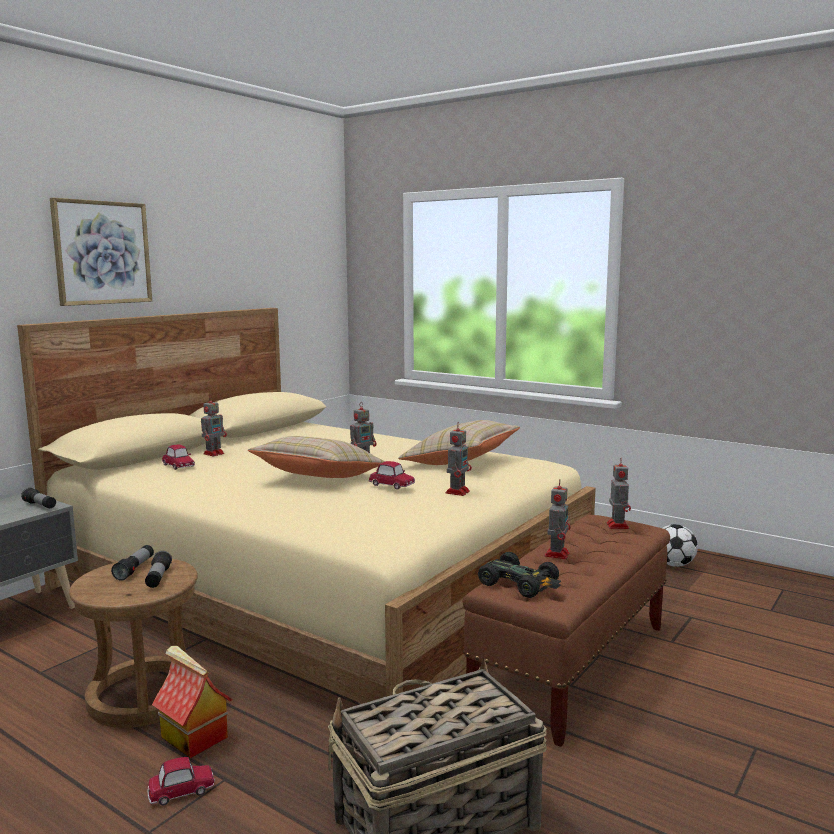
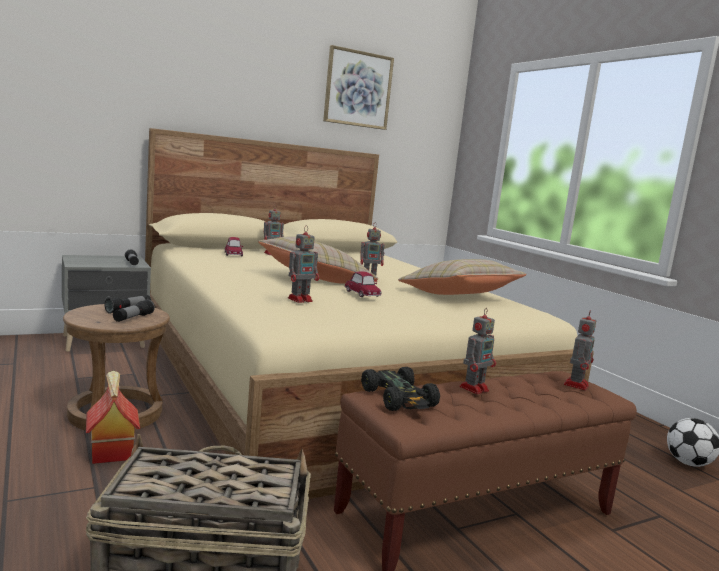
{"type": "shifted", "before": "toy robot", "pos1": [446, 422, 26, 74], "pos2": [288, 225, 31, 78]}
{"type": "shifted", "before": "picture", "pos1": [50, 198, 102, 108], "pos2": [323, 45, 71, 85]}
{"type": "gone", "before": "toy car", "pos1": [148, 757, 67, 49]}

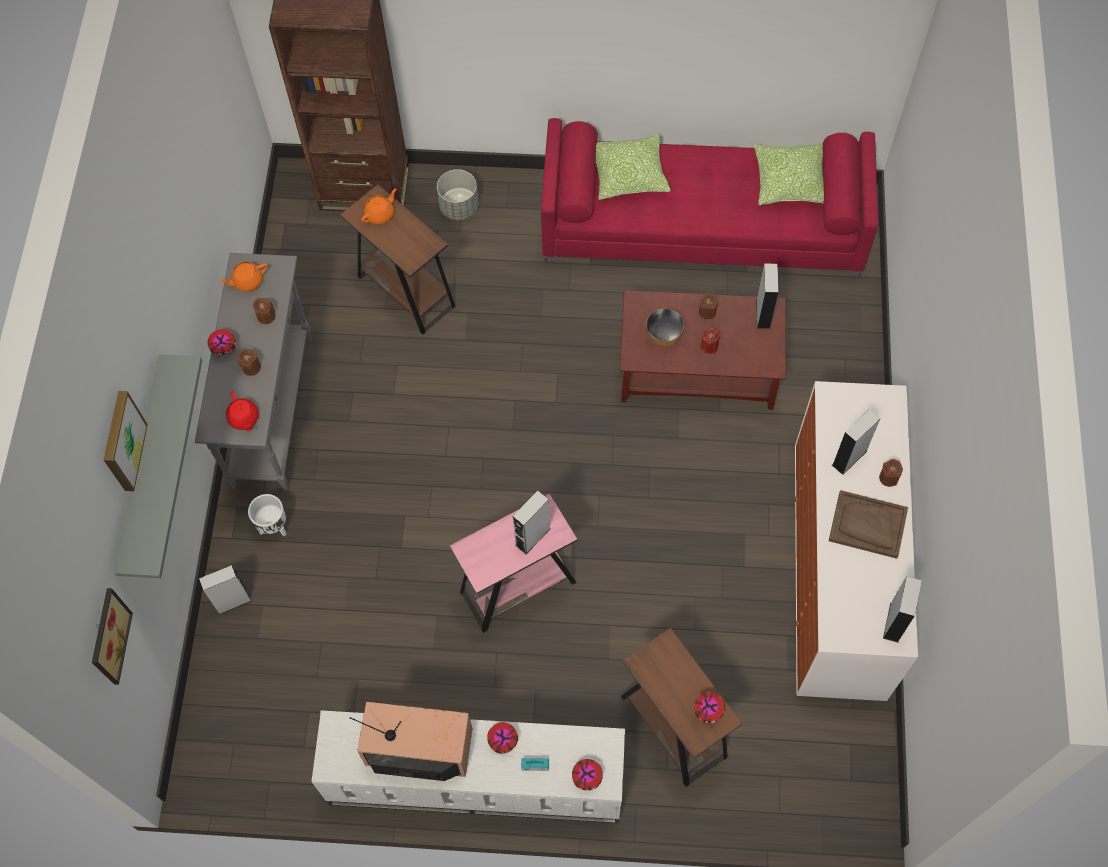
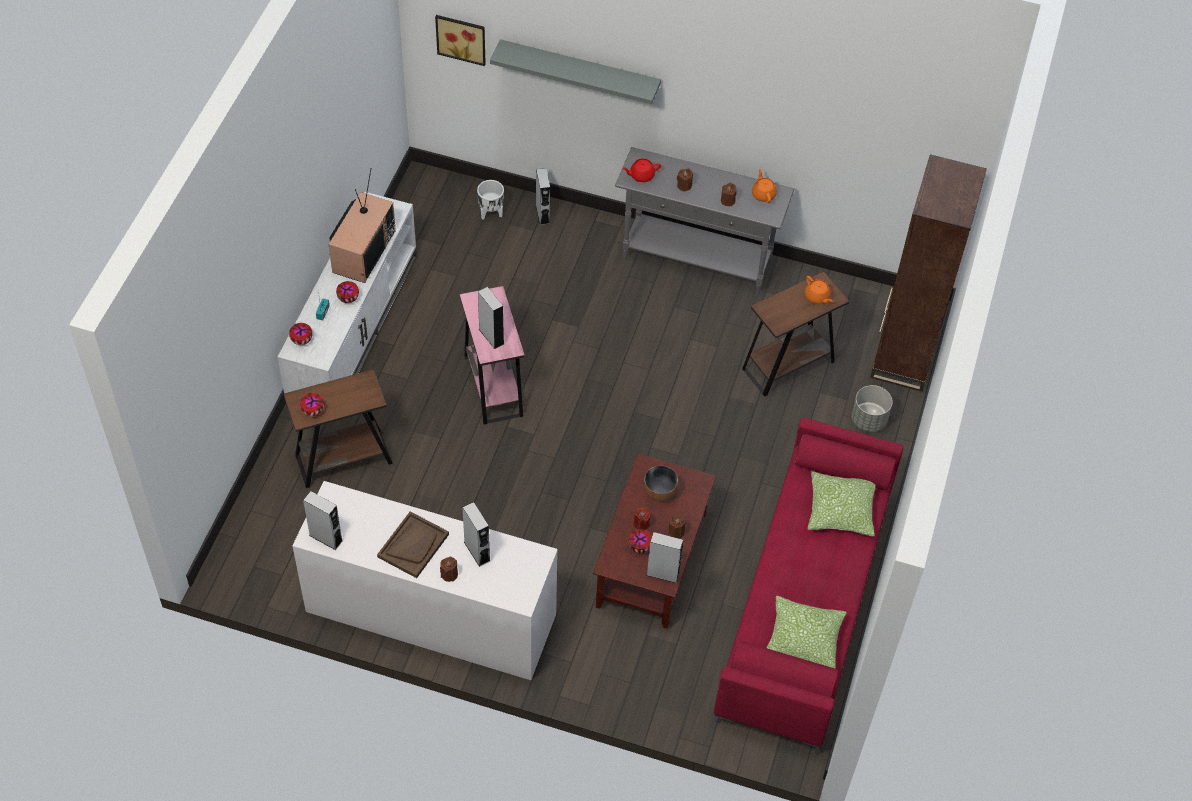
{"type": "shifted", "before": "white planter", "pos1": [248, 494, 38, 42], "pos2": [477, 180, 27, 40]}
{"type": "shifted", "before": "bowl", "pos1": [208, 329, 28, 28], "pos2": [628, 529, 24, 24]}
{"type": "gone", "before": "picture", "pos1": [104, 391, 44, 100]}

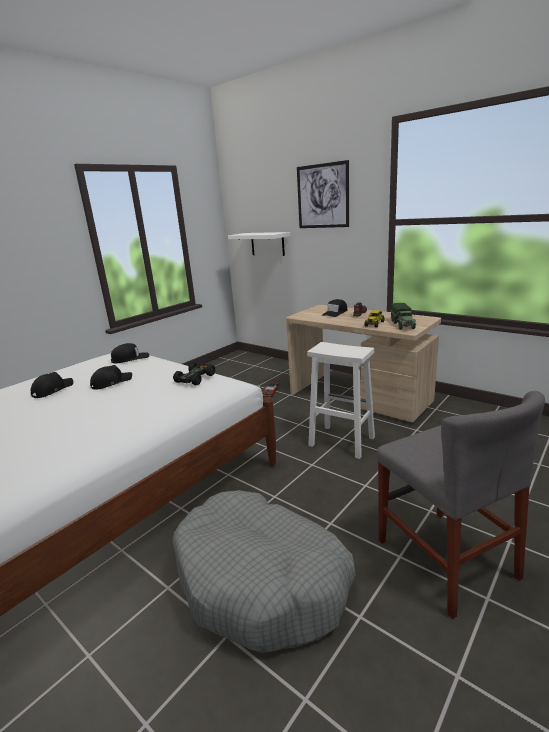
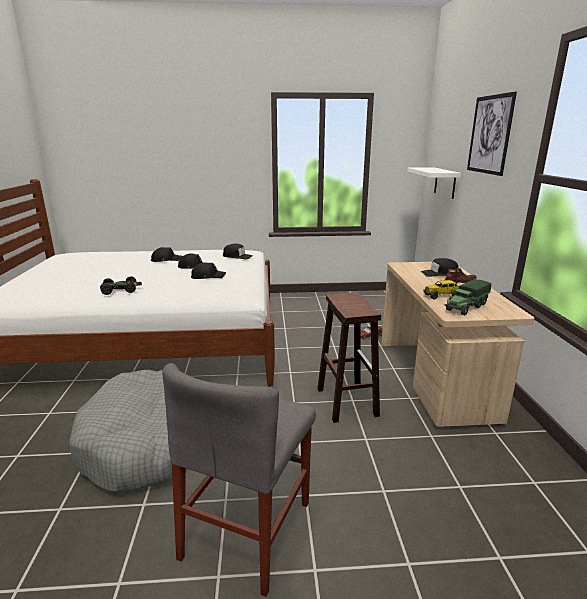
{"type": "shifted", "before": "black toy car", "pos1": [173, 363, 42, 22], "pos2": [100, 276, 42, 19]}
{"type": "new", "after": "black cap", "pos2": [191, 262, 35, 17]}
{"type": "repainted", "before": "white stool", "after": "brown stool", "pos1": [307, 342, 68, 117], "pos2": [317, 292, 64, 131]}

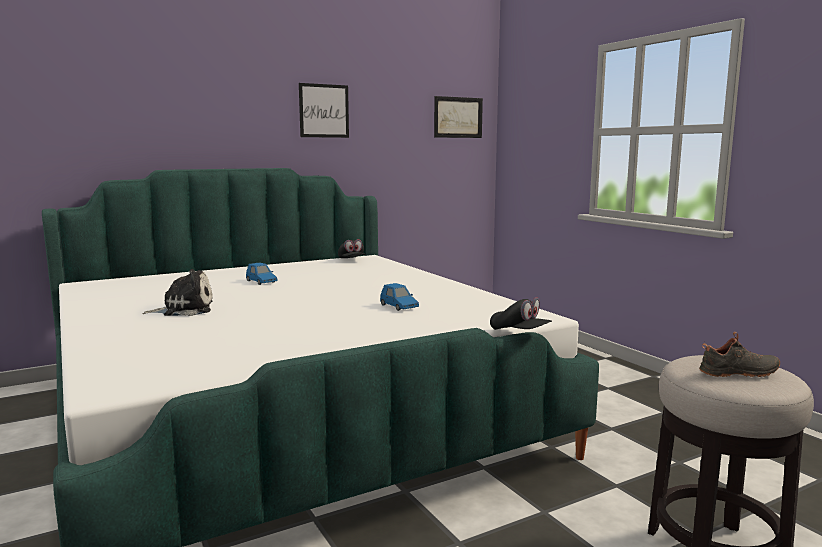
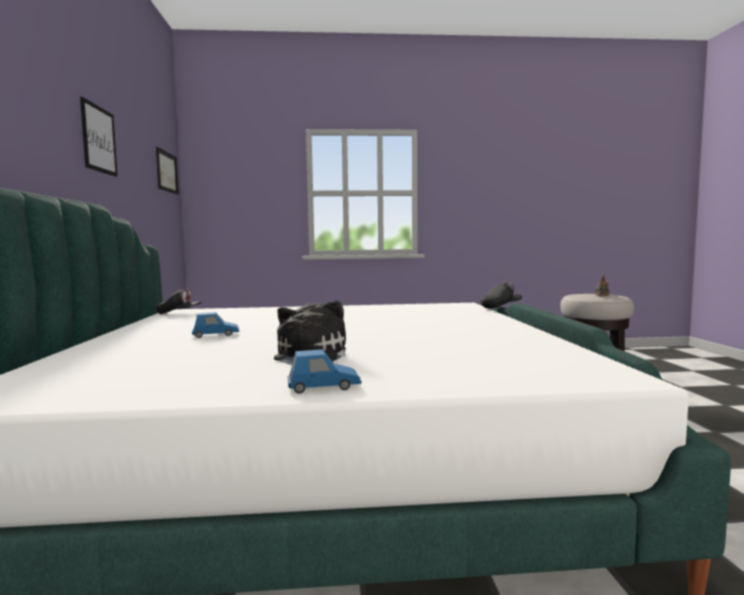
{"type": "shifted", "before": "blue toy car", "pos1": [380, 283, 39, 28], "pos2": [288, 349, 74, 45]}

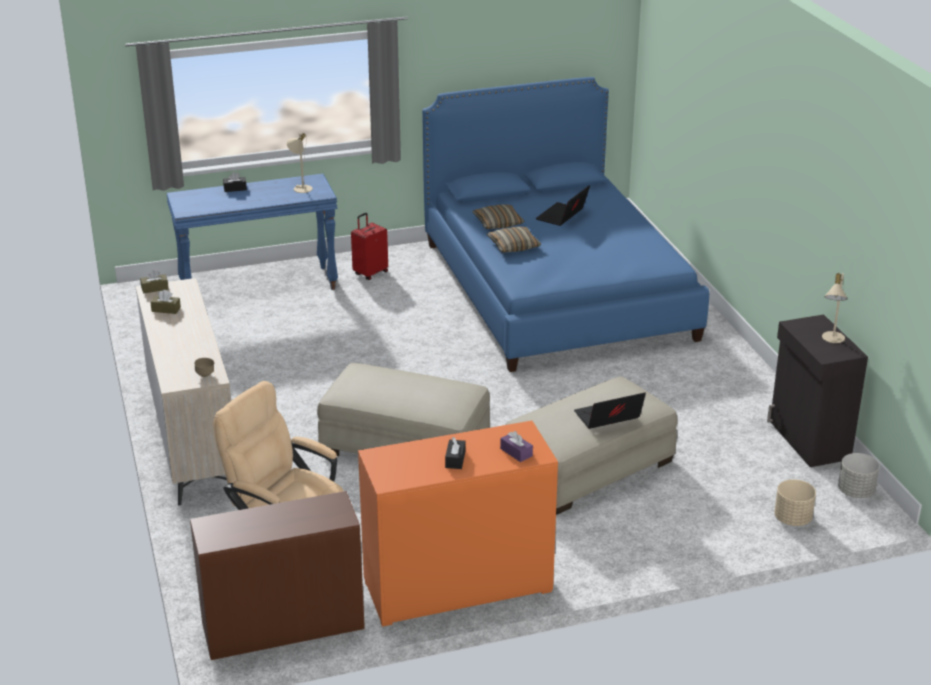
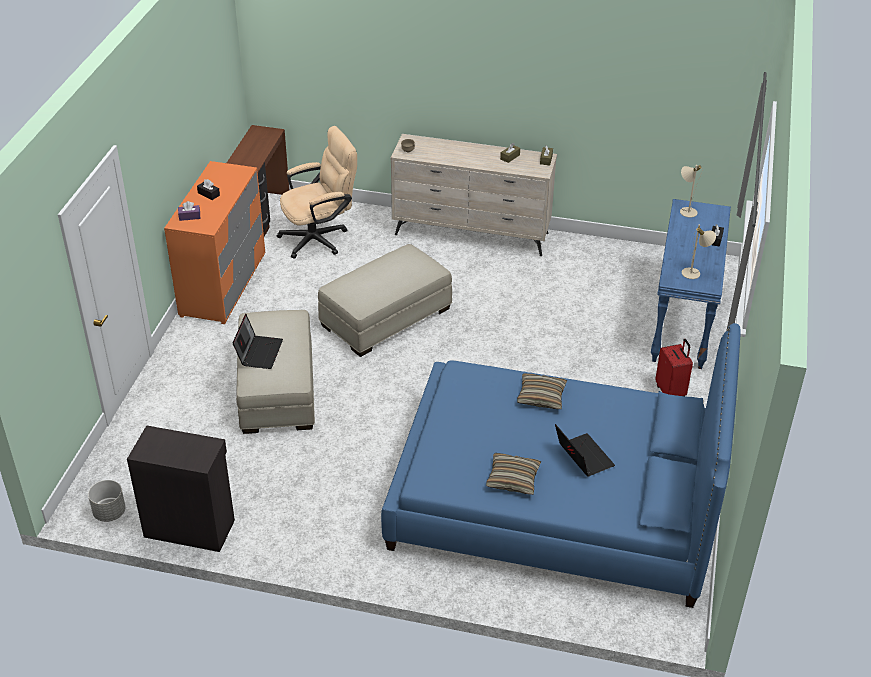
{"type": "shifted", "before": "pillow", "pos1": [472, 204, 53, 25], "pos2": [486, 453, 55, 42]}
{"type": "shifted", "before": "beige table lamp", "pos1": [822, 273, 26, 70], "pos2": [680, 165, 23, 53]}
{"type": "gone", "before": "beige planter", "pos1": [774, 479, 42, 47]}

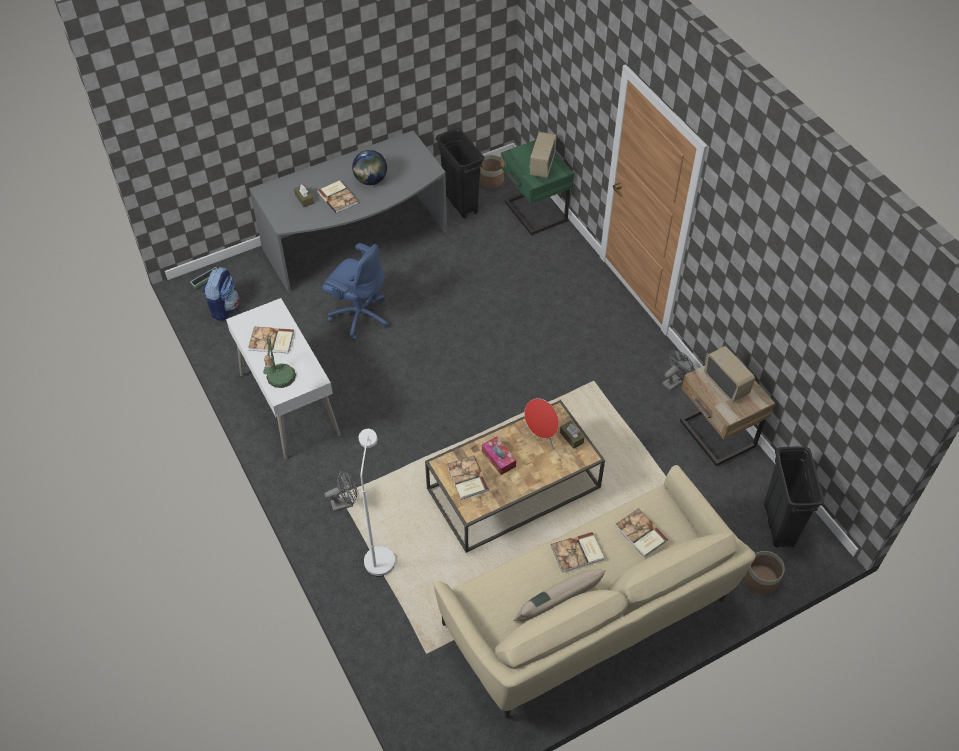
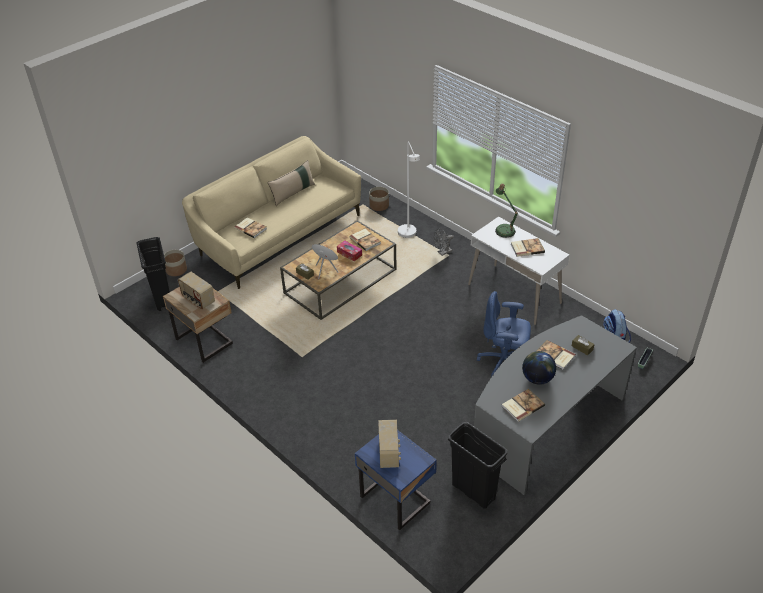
{"type": "repainted", "before": "green nightstand", "after": "blue nightstand", "pos1": [500, 140, 74, 96], "pos2": [355, 431, 82, 99]}
{"type": "shifted", "before": "planter", "pos1": [480, 155, 24, 33], "pos2": [369, 187, 20, 24]}
{"type": "shifted", "before": "book", "pos1": [551, 532, 53, 40], "pos2": [502, 389, 43, 33]}
{"type": "gone", "before": "grey fan", "pos1": [662, 350, 31, 41]}

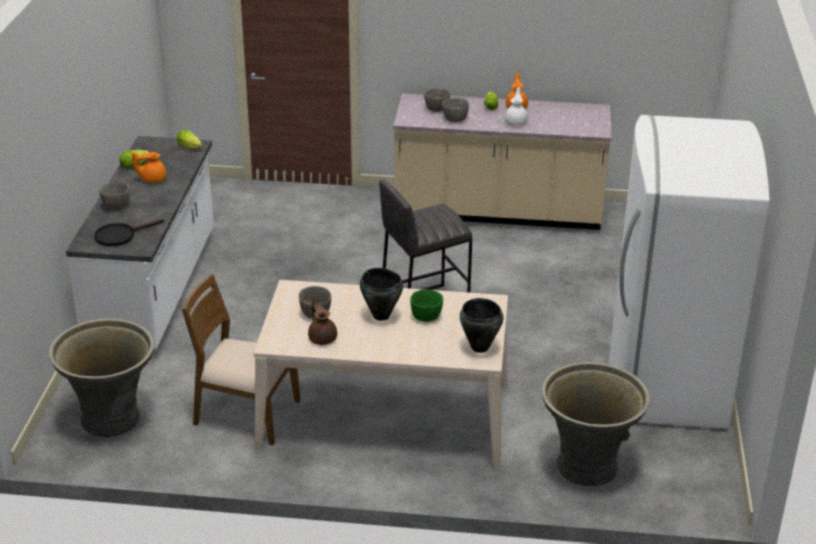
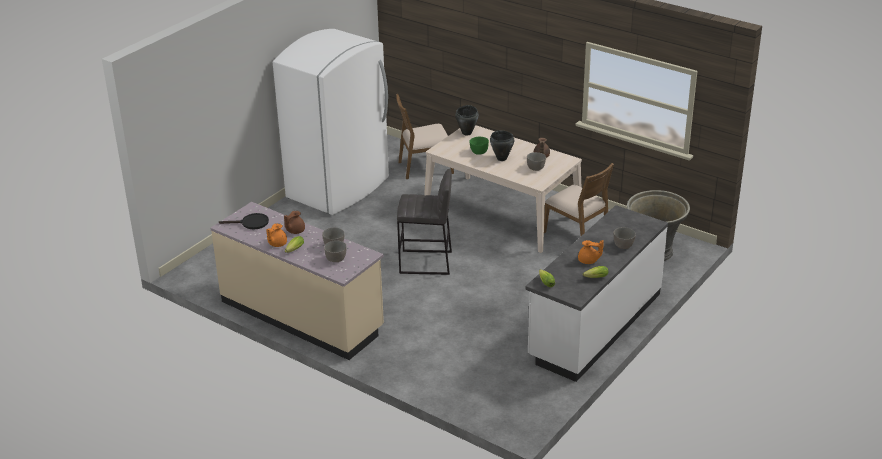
{"type": "shifted", "before": "black frying pan", "pos1": [94, 219, 70, 27], "pos2": [219, 213, 50, 16]}
{"type": "repainted", "before": "white teapot", "after": "brown teapot", "pos1": [505, 87, 23, 39], "pos2": [284, 211, 21, 23]}
{"type": "swapped", "before": "grey planter", "after": "brown chair", "pos1": [541, 362, 109, 124], "pos2": [396, 94, 58, 85]}

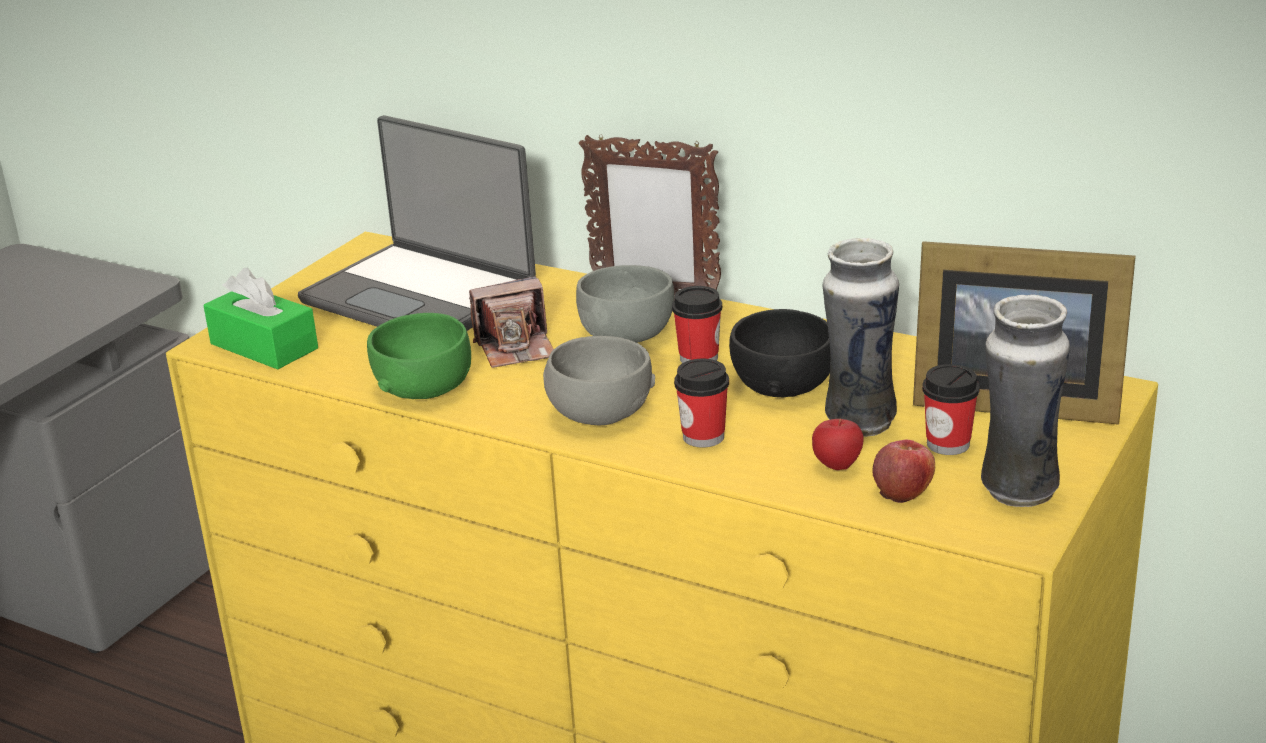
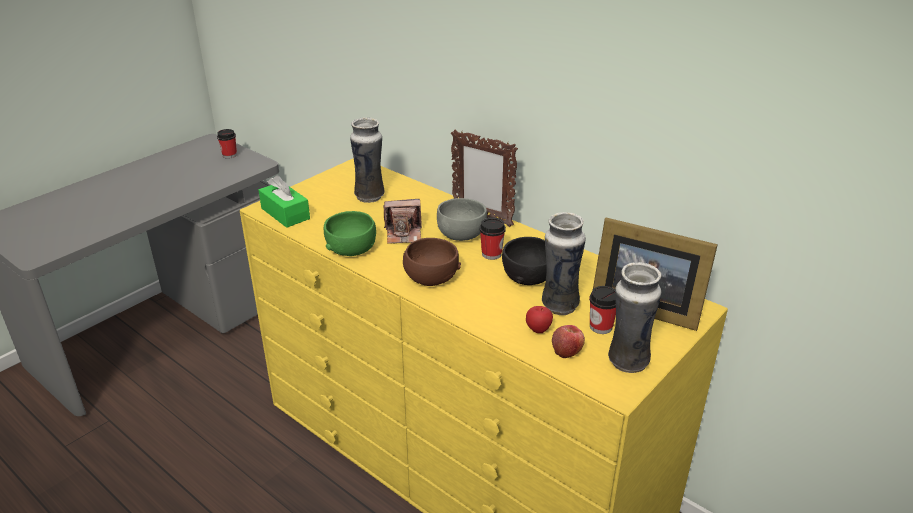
{"type": "shifted", "before": "cup", "pos1": [674, 359, 55, 88], "pos2": [217, 129, 20, 30]}
{"type": "swapped", "before": "laptop", "after": "vase", "pos1": [298, 115, 238, 216], "pos2": [350, 117, 35, 86]}
{"type": "repainted", "before": "grey bowl", "after": "brown bowl", "pos1": [543, 336, 112, 89], "pos2": [403, 238, 58, 48]}

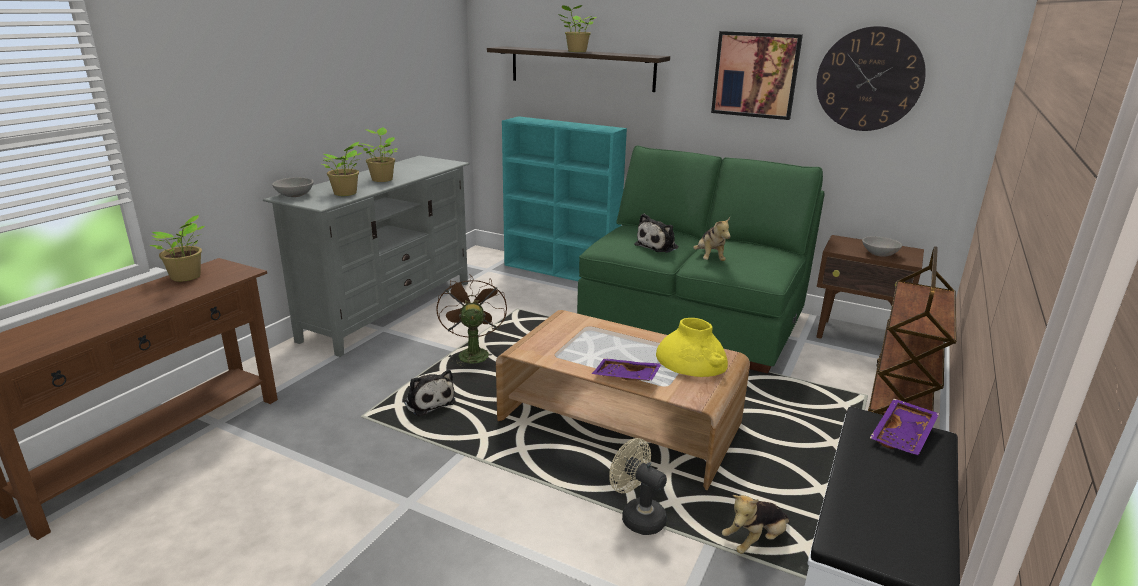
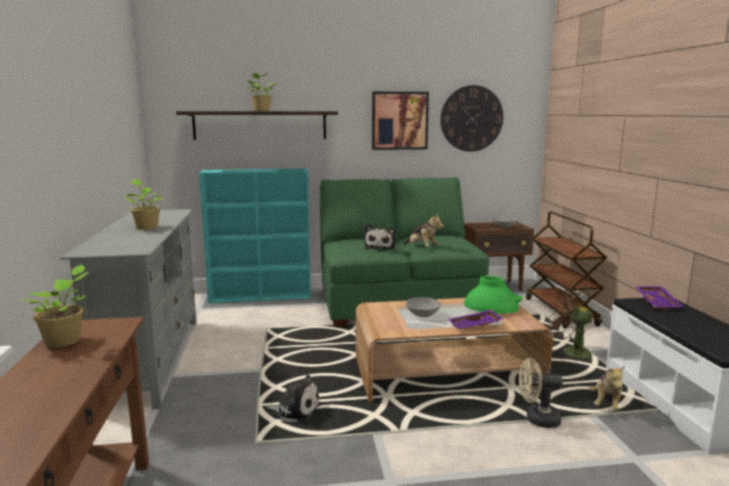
{"type": "shifted", "before": "grey bowl", "pos1": [272, 177, 42, 20], "pos2": [406, 297, 35, 20]}
{"type": "repainted", "before": "yellow vase", "after": "green vase", "pos1": [656, 318, 72, 59], "pos2": [464, 276, 58, 38]}
{"type": "shifted", "before": "brown fan", "pos1": [437, 275, 70, 91], "pos2": [548, 282, 45, 79]}
{"type": "gone", "before": "potted plant", "pos1": [322, 142, 40, 54]}

